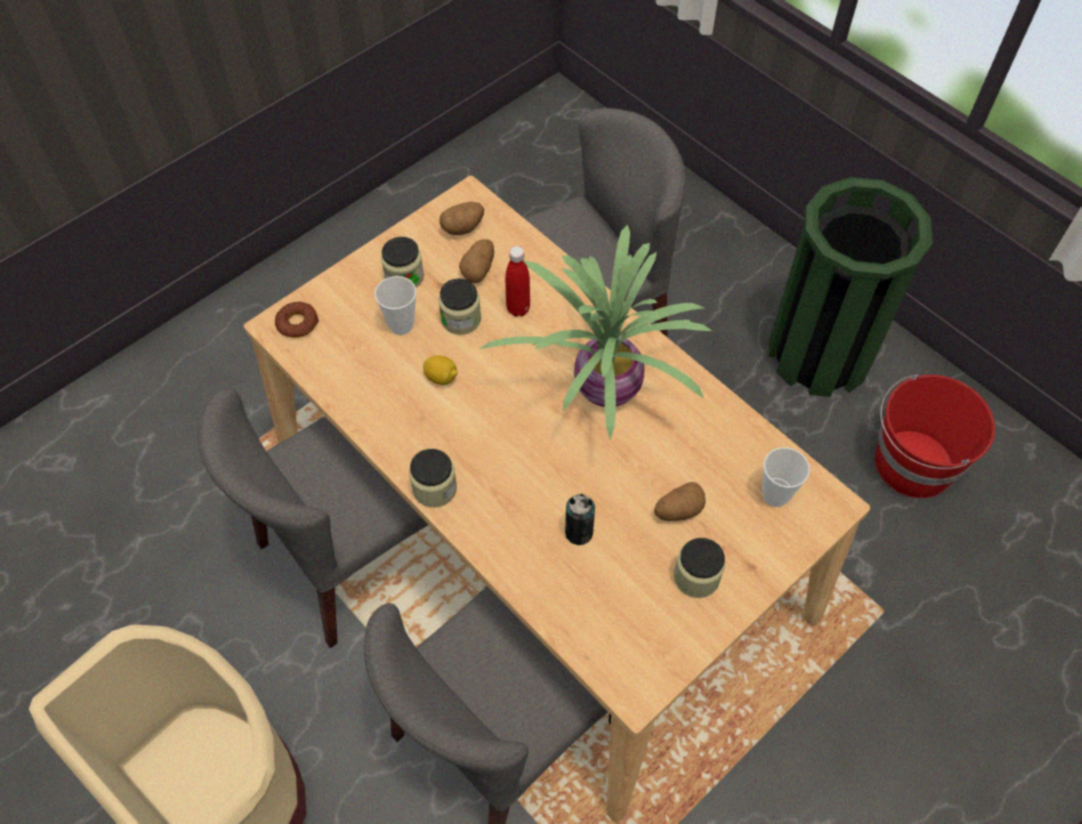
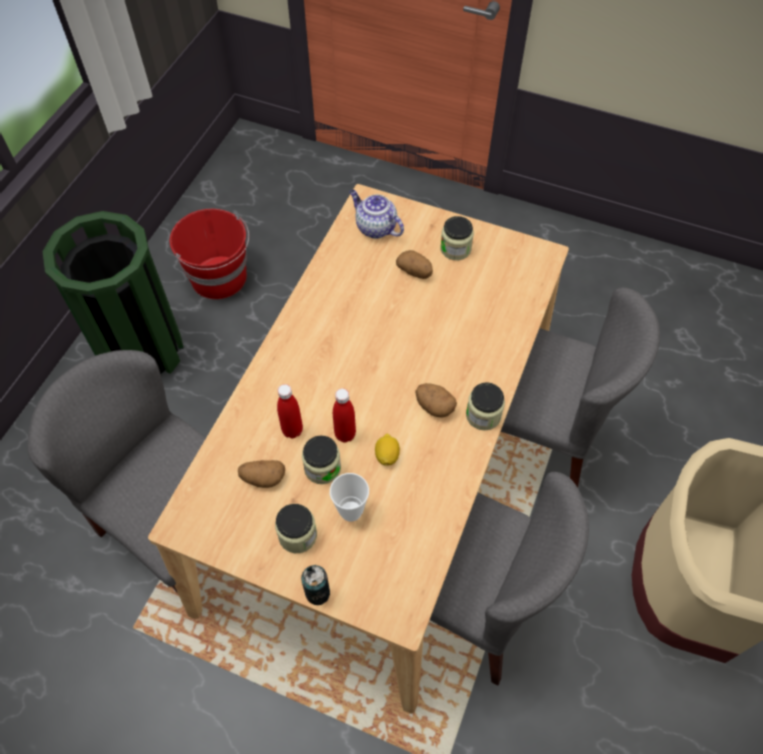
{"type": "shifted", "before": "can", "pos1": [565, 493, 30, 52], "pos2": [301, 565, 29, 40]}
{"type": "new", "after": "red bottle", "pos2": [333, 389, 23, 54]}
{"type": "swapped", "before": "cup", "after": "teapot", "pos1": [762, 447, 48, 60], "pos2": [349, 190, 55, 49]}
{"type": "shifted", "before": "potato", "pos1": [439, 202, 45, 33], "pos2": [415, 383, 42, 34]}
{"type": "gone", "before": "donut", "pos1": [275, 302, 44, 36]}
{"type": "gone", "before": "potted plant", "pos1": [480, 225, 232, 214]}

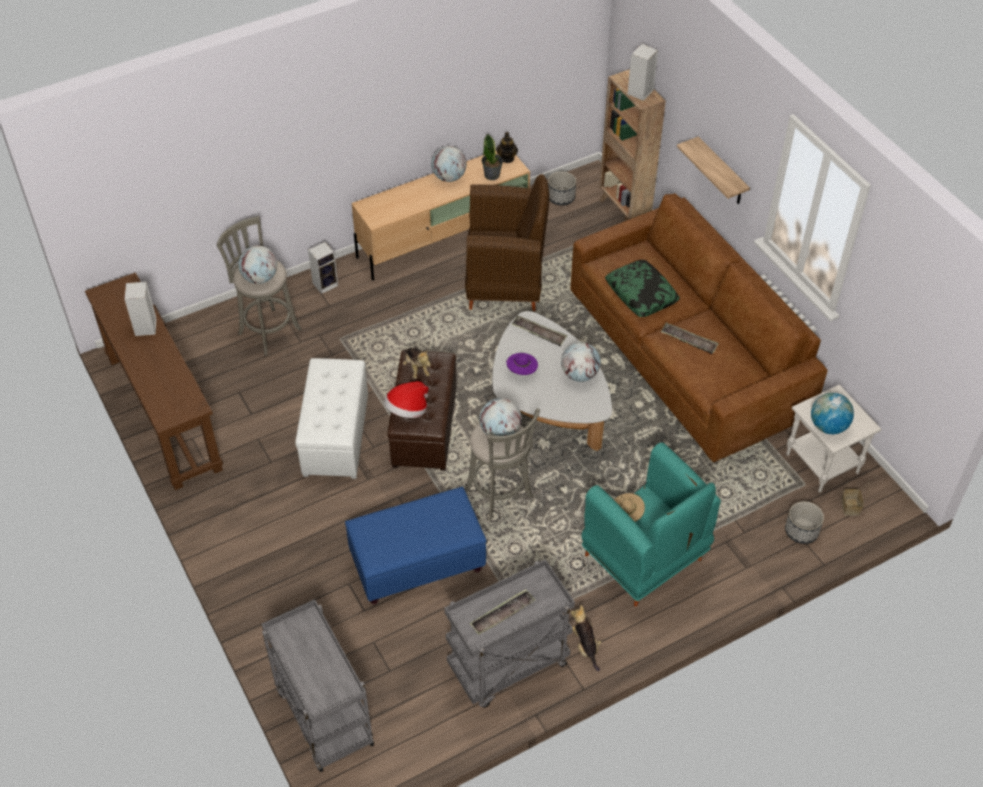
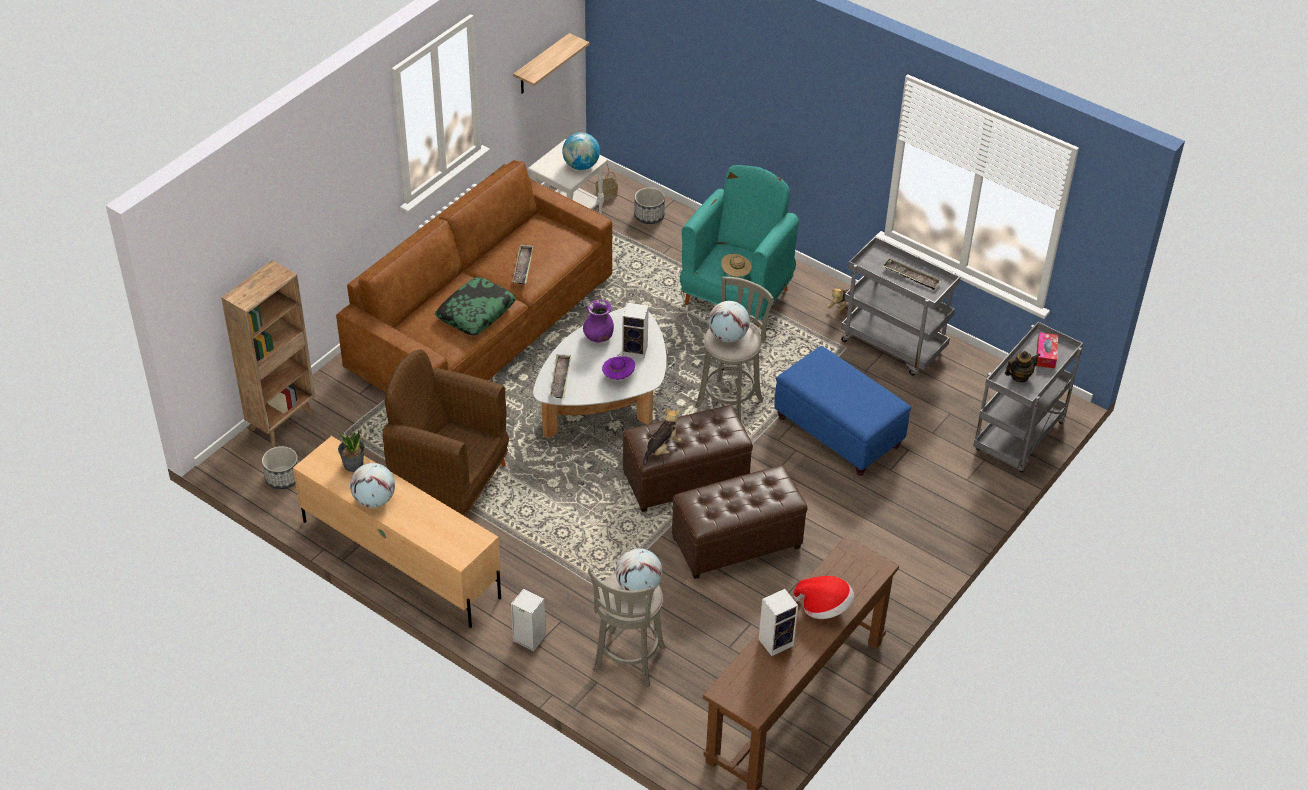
{"type": "rotated", "before": "brown armchair", "pos1": [465, 174, 84, 137], "pos2": [383, 349, 126, 168], "turn": -45}
{"type": "shifted", "before": "shelf", "pos1": [677, 136, 73, 68], "pos2": [513, 33, 77, 60]}
{"type": "swapped", "before": "globe", "after": "purple vase", "pos1": [561, 342, 40, 40], "pos2": [583, 300, 31, 42]}
{"type": "shifted", "before": "speaker", "pos1": [628, 44, 30, 57], "pos2": [622, 302, 27, 57]}
{"type": "repainted", "before": "white ottoman", "after": "brown ottoman", "pos1": [295, 358, 73, 121], "pos2": [672, 465, 136, 114]}
{"type": "shifted", "before": "hat", "pos1": [384, 381, 45, 37], "pos2": [794, 576, 60, 43]}
{"type": "shifted", "before": "teapot", "pos1": [496, 132, 22, 31], "pos2": [1005, 351, 35, 31]}
{"type": "new", "after": "tissue box", "pos2": [1036, 332, 22, 37]}

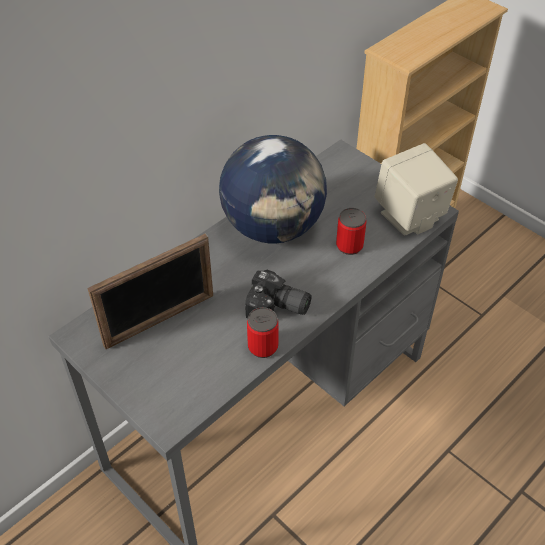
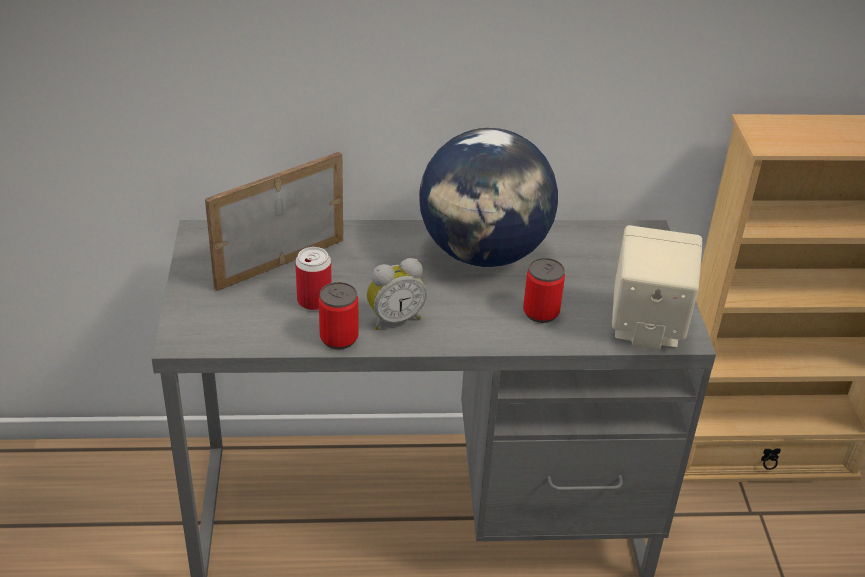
{"type": "rotated", "before": "picture frame", "pos1": [87, 234, 126, 115], "pos2": [205, 152, 138, 139], "turn": 135}
{"type": "new", "after": "can", "pos2": [295, 247, 37, 63]}
{"type": "swapped", "before": "photo camera", "after": "alarm clock", "pos1": [245, 270, 67, 49], "pos2": [367, 258, 60, 72]}

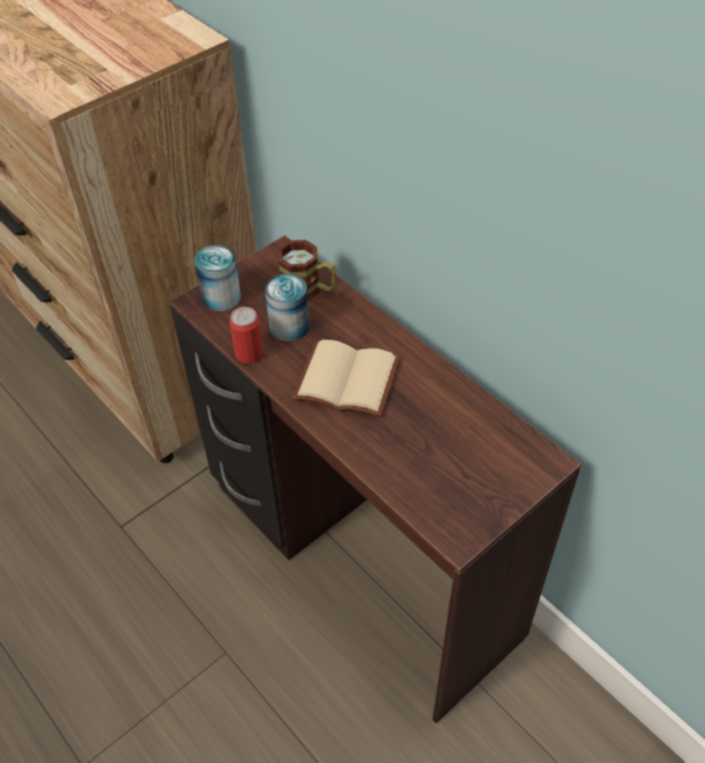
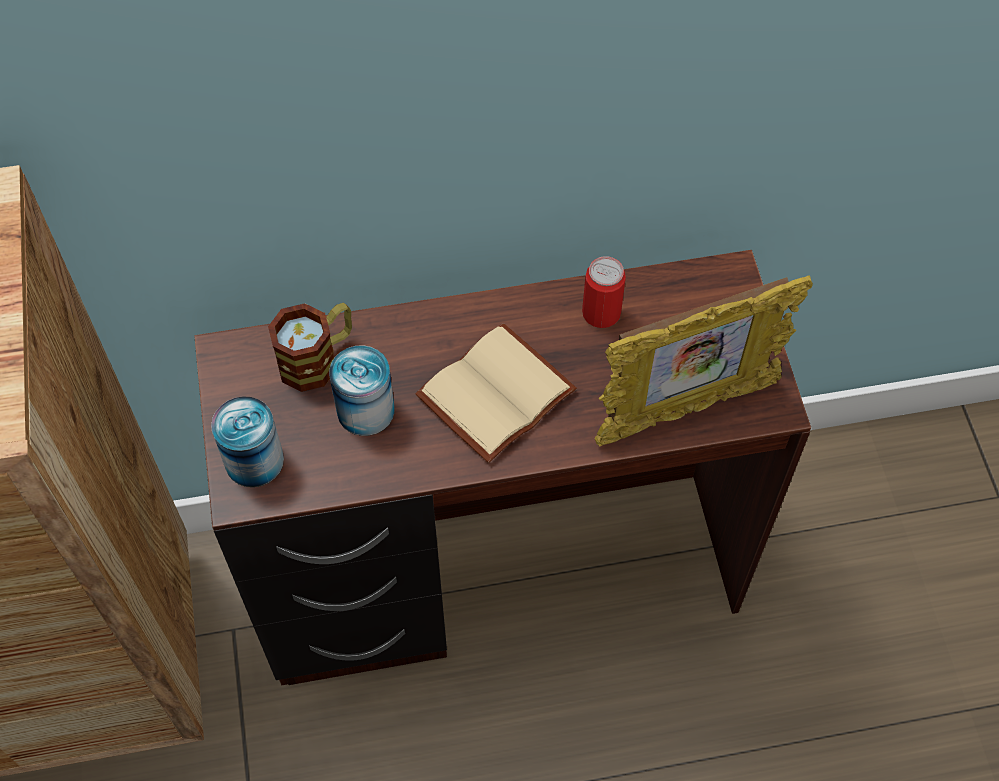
{"type": "shifted", "before": "can", "pos1": [229, 307, 35, 57], "pos2": [582, 256, 44, 72]}
{"type": "new", "after": "picture frame", "pos2": [594, 275, 219, 172]}

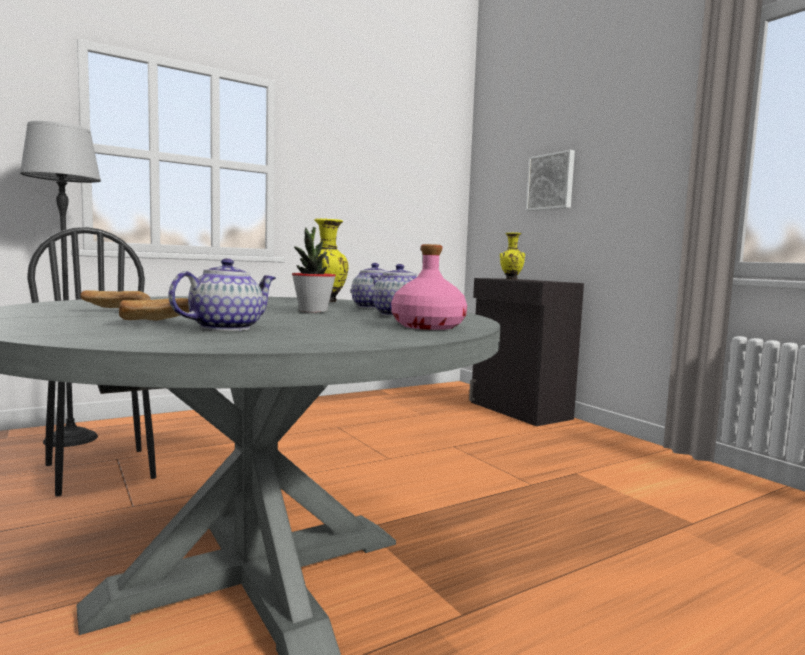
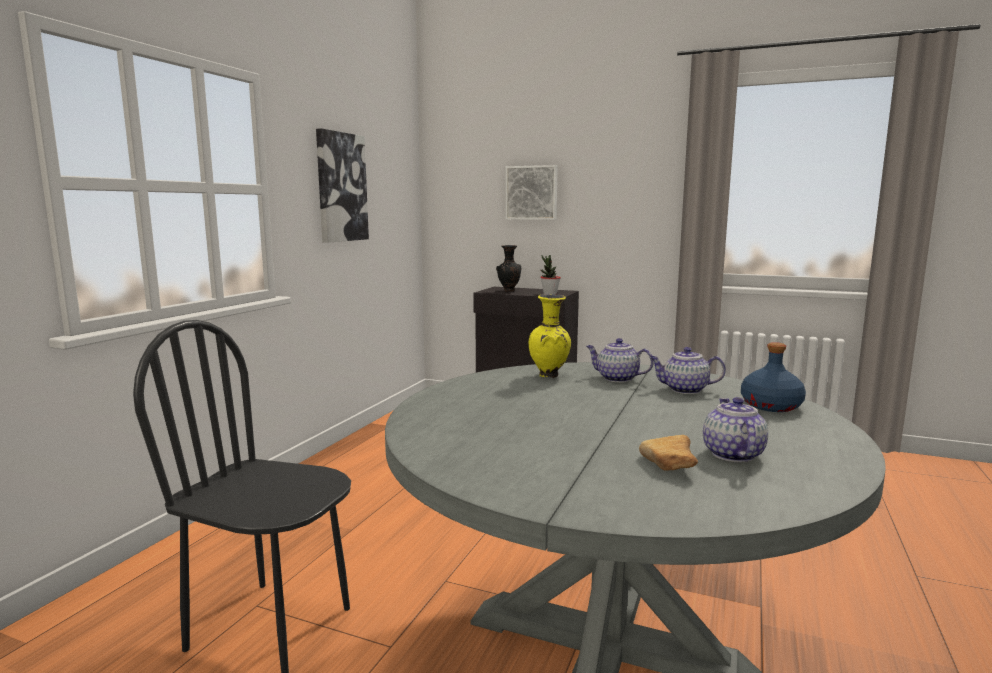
{"type": "new", "after": "picture", "pos2": [316, 128, 53, 115]}
{"type": "repainted", "before": "yellow vase", "after": "black vase", "pos1": [500, 233, 25, 46], "pos2": [496, 245, 25, 47]}
{"type": "shifted", "before": "potted plant", "pos1": [292, 227, 44, 86], "pos2": [540, 255, 21, 39]}
{"type": "repainted", "before": "pink bottle", "after": "blue bottle", "pos1": [391, 244, 76, 86], "pos2": [741, 342, 65, 70]}
{"type": "gone", "before": "floor lamp", "pos1": [20, 121, 81, 326]}
{"type": "gone", "before": "bread", "pos1": [80, 290, 71, 18]}

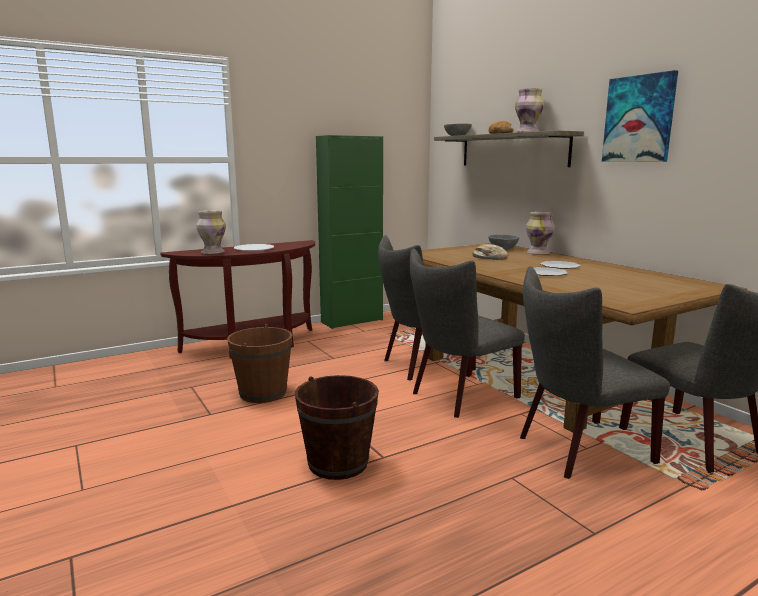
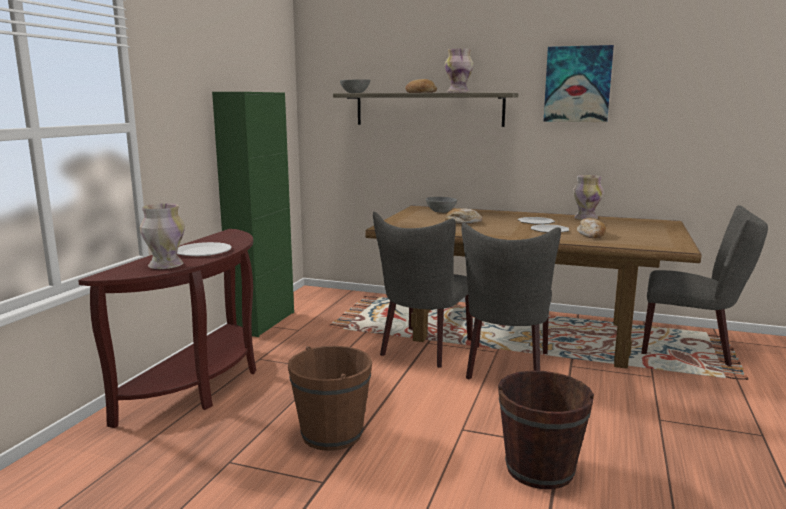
{"type": "shifted", "before": "vase", "pos1": [526, 212, 29, 43], "pos2": [573, 175, 31, 45]}
{"type": "new", "after": "bread", "pos2": [577, 218, 29, 20]}
{"type": "gone", "before": "grey chair", "pos1": [520, 266, 150, 213]}

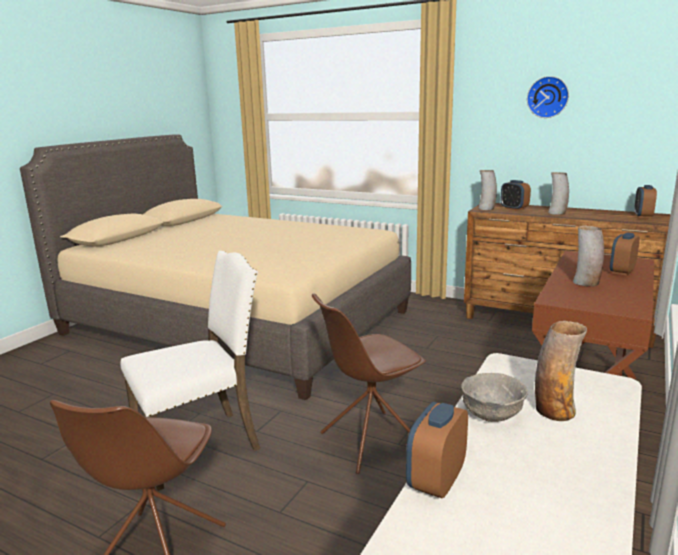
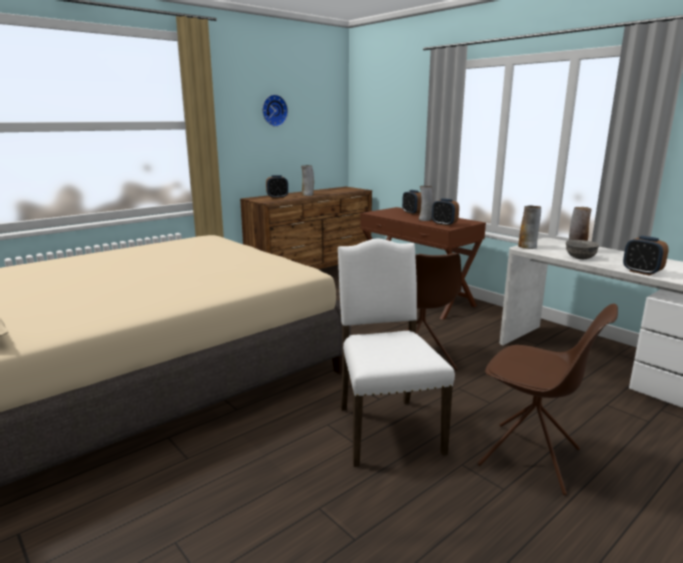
{"type": "shifted", "before": "alarm clock", "pos1": [634, 185, 23, 33], "pos2": [432, 198, 27, 28]}
{"type": "shifted", "before": "vase", "pos1": [478, 170, 19, 40], "pos2": [518, 205, 23, 44]}

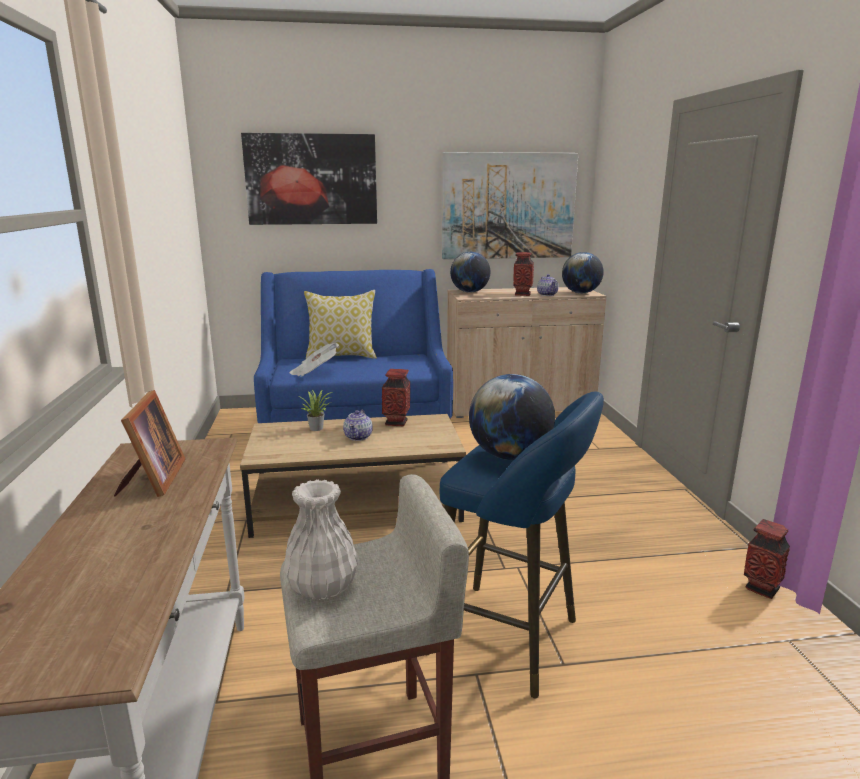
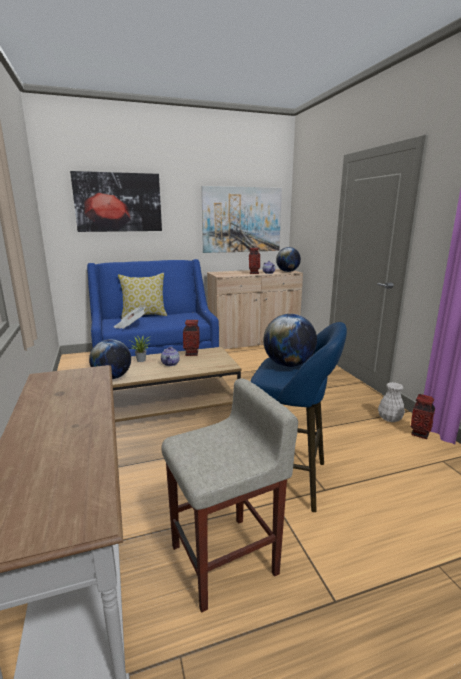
{"type": "shifted", "before": "globe", "pos1": [450, 252, 41, 41], "pos2": [89, 339, 42, 40]}
{"type": "shifted", "before": "white vase", "pos1": [283, 480, 75, 120], "pos2": [378, 382, 27, 40]}
{"type": "gone", "before": "picture frame", "pos1": [114, 390, 71, 107]}

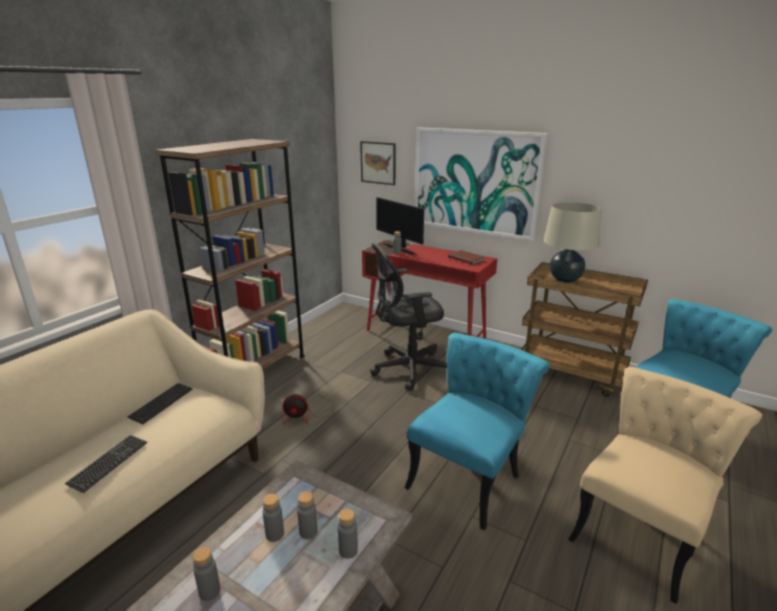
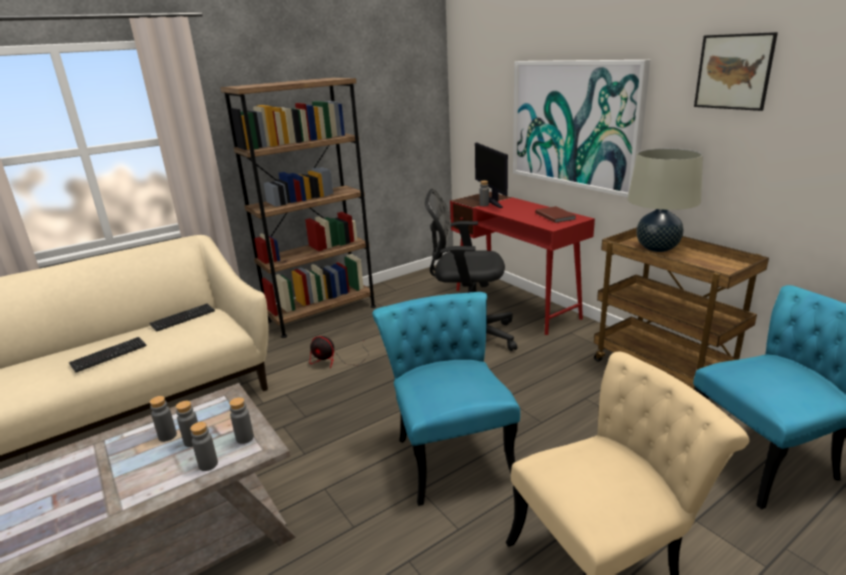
{"type": "shifted", "before": "grey bottle", "pos1": [193, 547, 27, 54], "pos2": [229, 397, 25, 47]}
{"type": "rotated", "before": "turquoise chair", "pos1": [405, 333, 145, 197], "pos2": [372, 292, 148, 214], "turn": -75}
{"type": "shifted", "before": "picture", "pos1": [360, 141, 36, 44], "pos2": [694, 32, 84, 79]}

